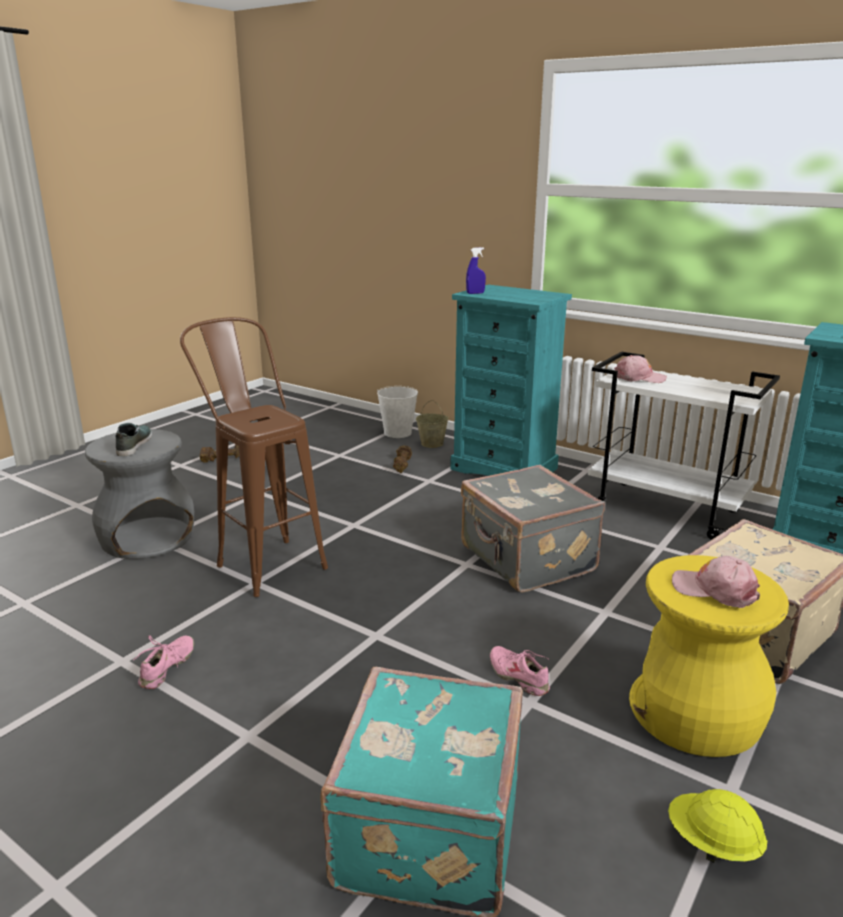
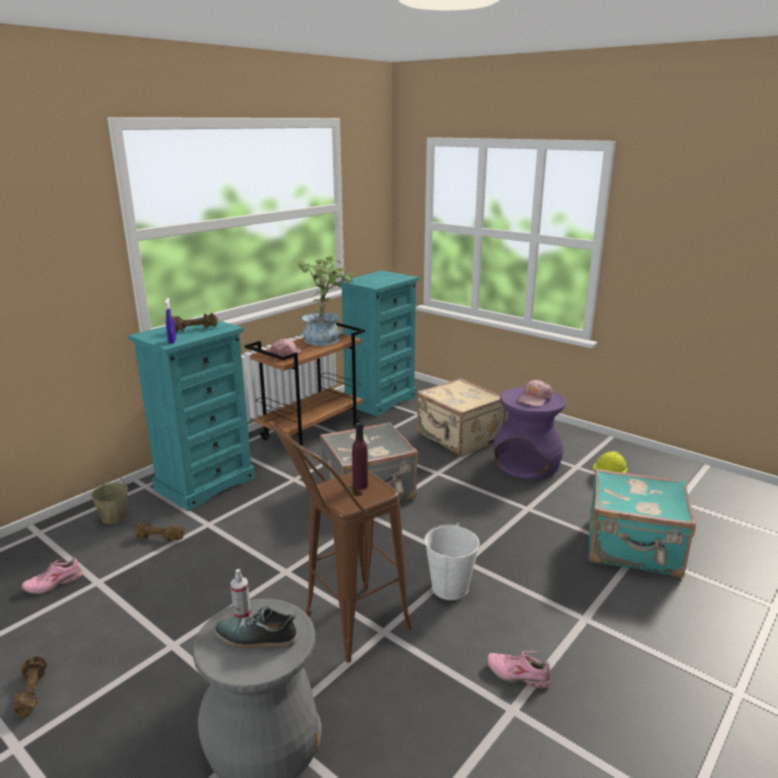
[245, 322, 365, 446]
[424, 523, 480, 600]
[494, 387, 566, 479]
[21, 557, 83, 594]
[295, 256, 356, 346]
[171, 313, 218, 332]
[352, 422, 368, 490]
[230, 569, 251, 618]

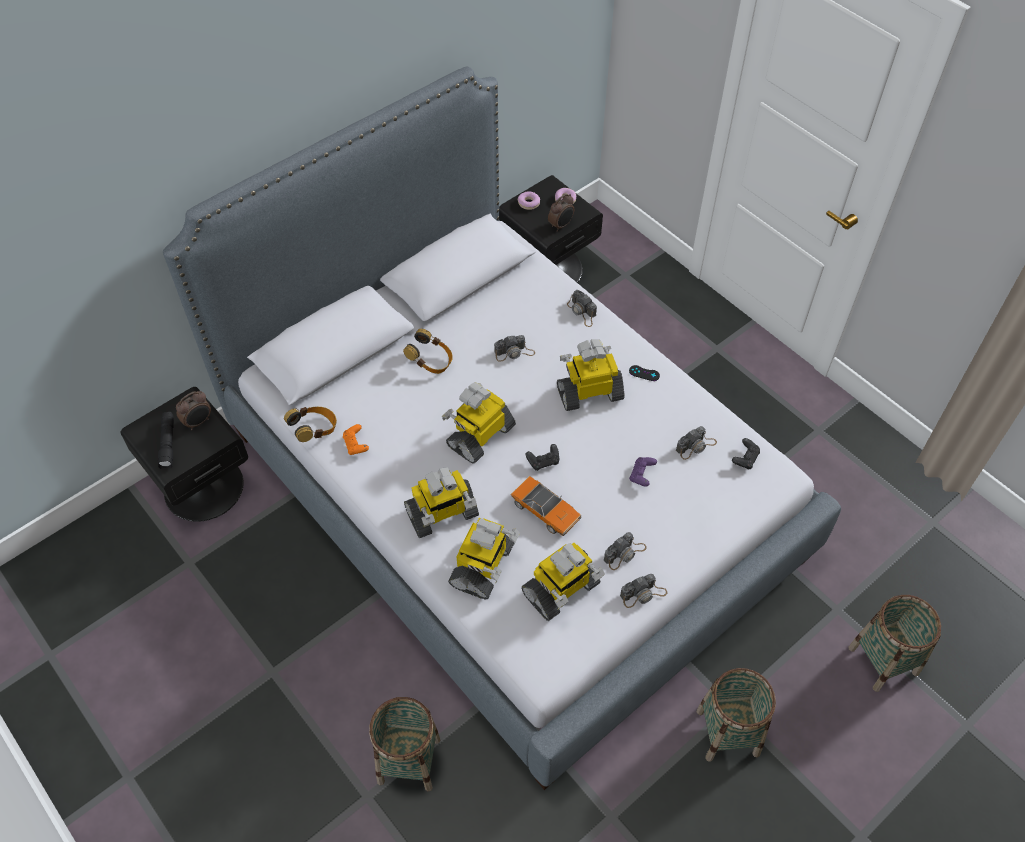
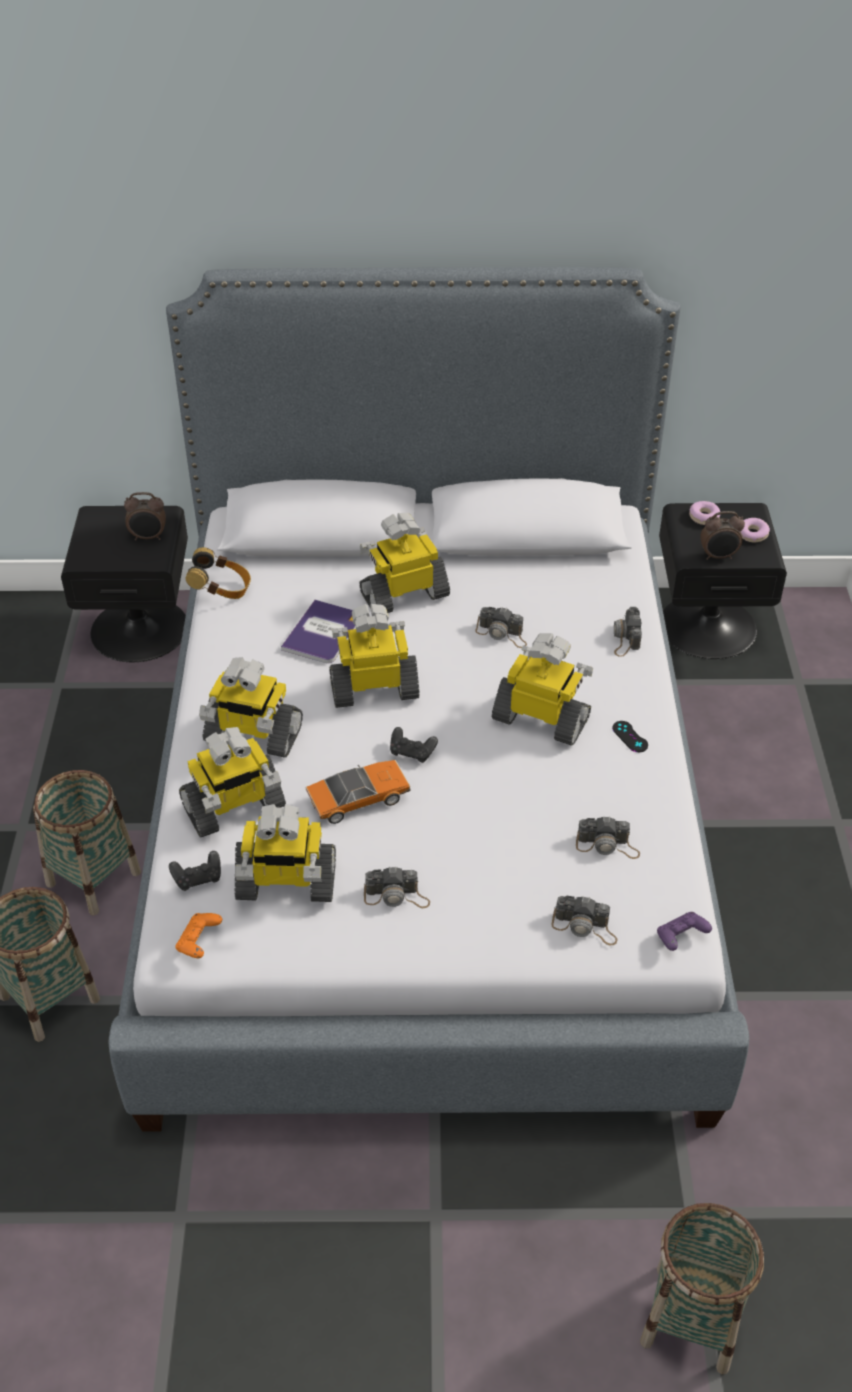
[359, 513, 450, 613]
[158, 412, 174, 469] (first image)
[175, 913, 222, 958]
[169, 851, 221, 891]
[657, 912, 712, 951]
[305, 760, 410, 824]
[551, 896, 618, 945]
[33, 770, 141, 915]
[281, 600, 356, 663]

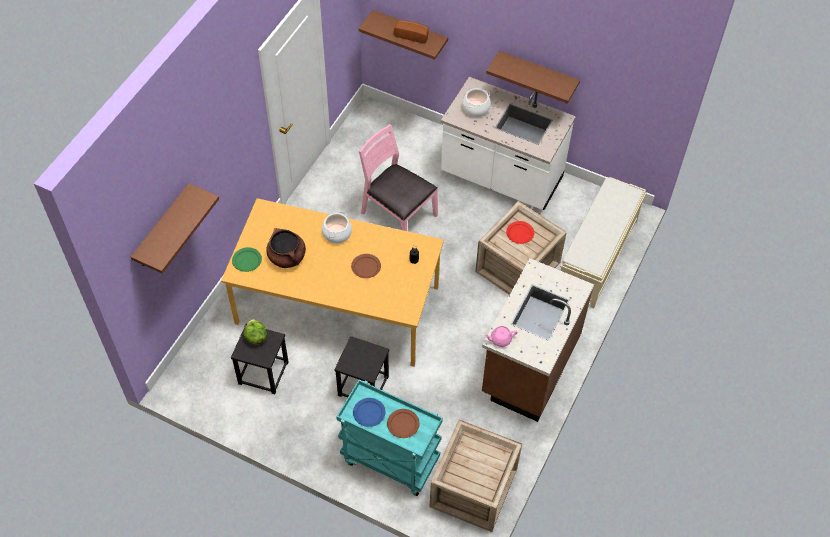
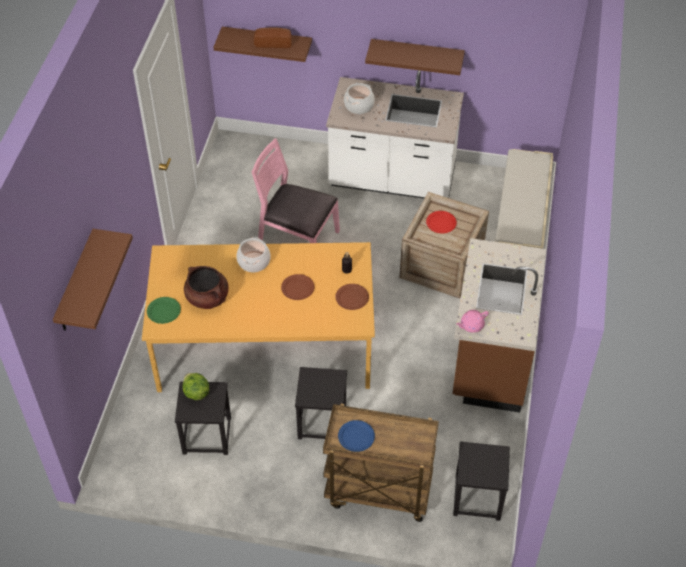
[323, 404, 439, 522]
[335, 284, 369, 310]
[453, 441, 510, 521]

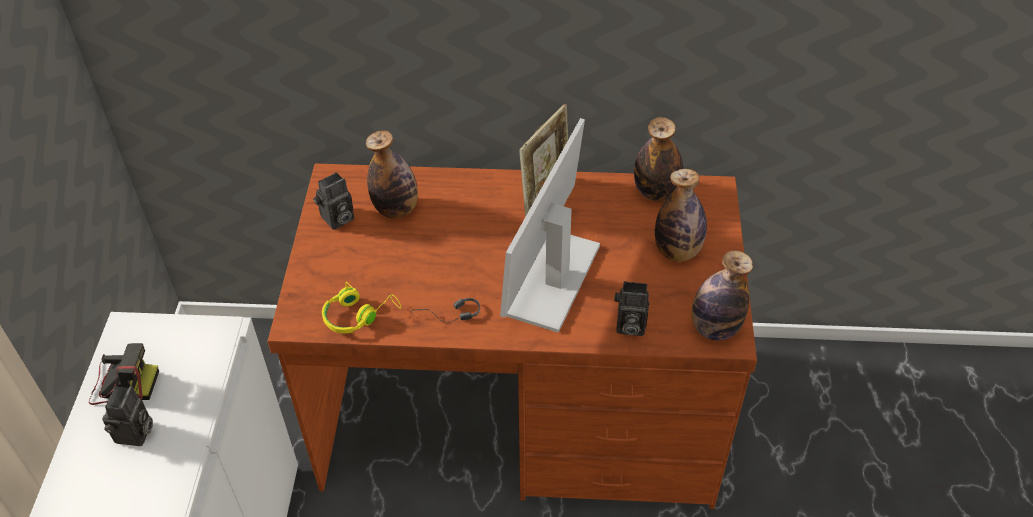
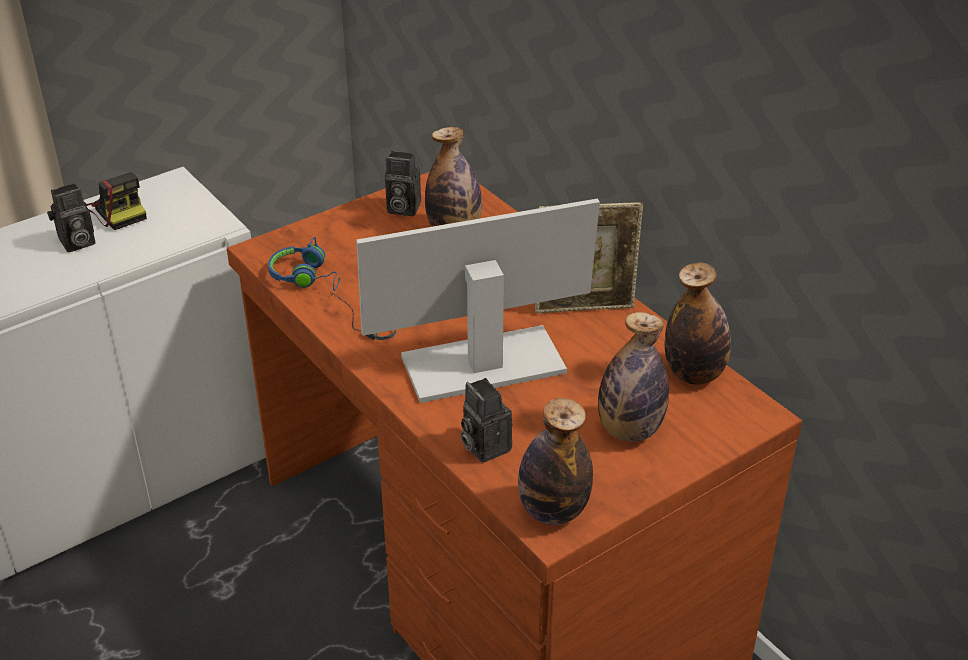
[268, 237, 341, 291]

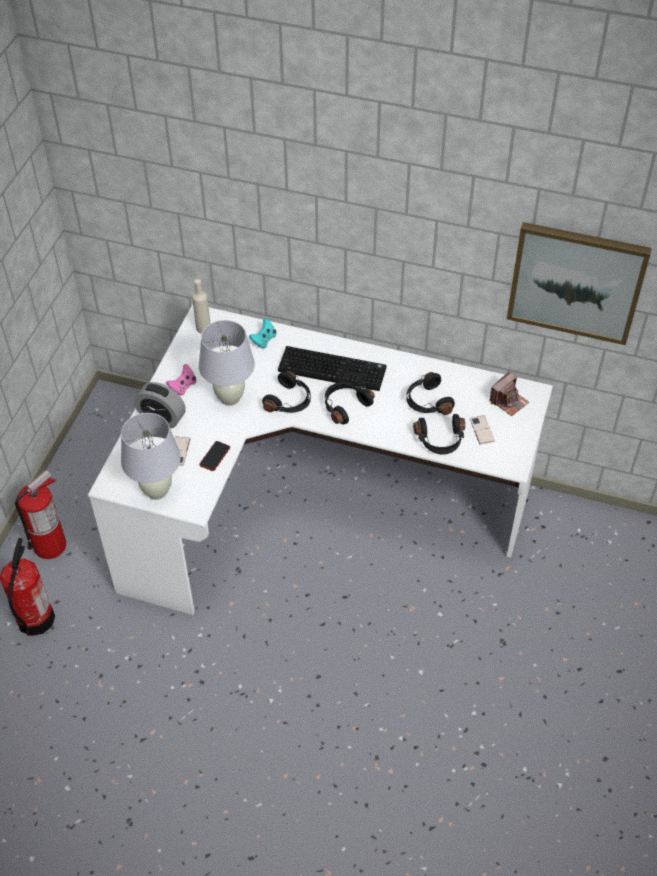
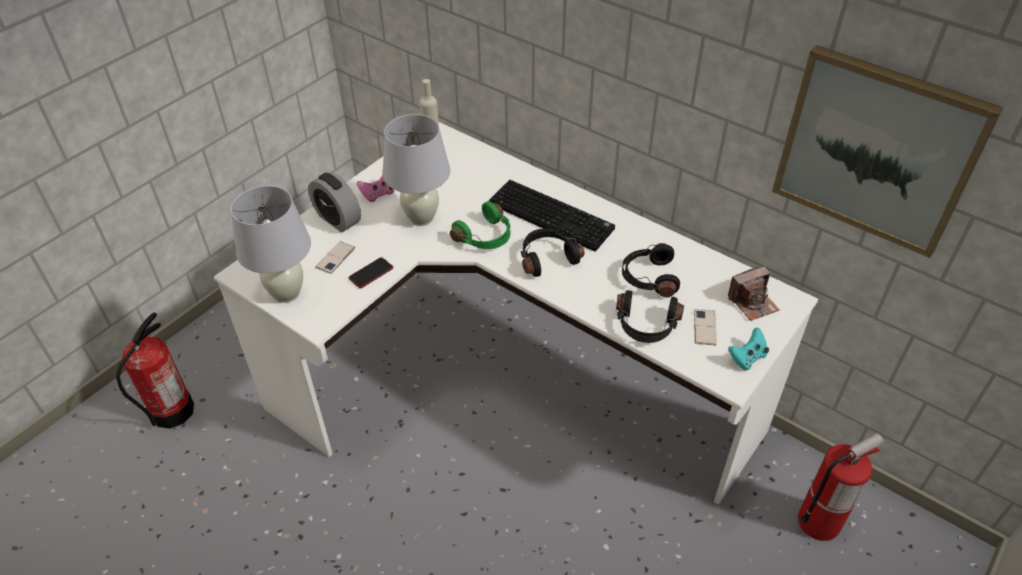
[728, 328, 769, 370]
[450, 201, 510, 249]
[798, 433, 884, 541]

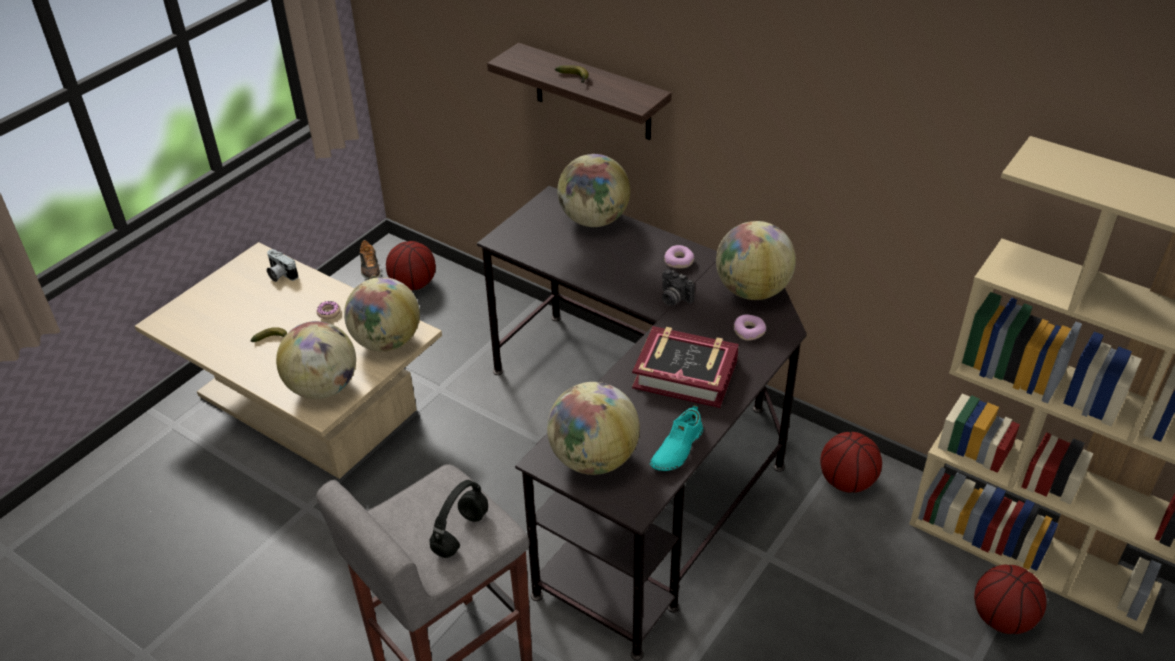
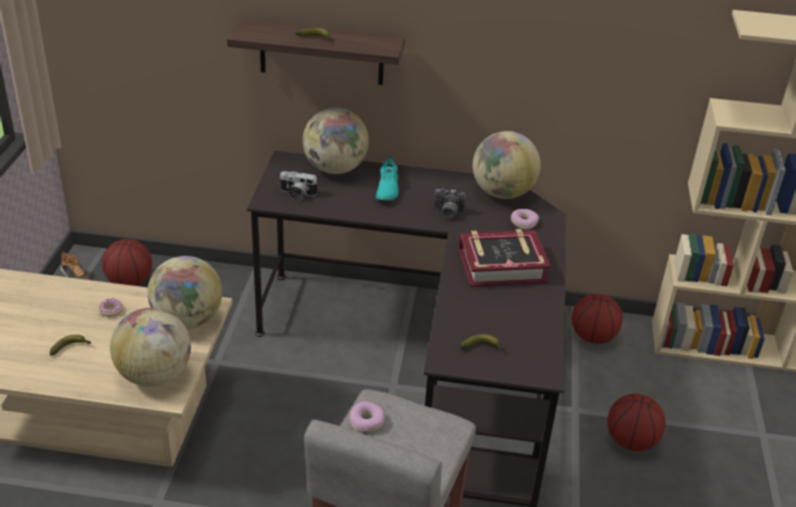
[349, 402, 385, 432]
[279, 171, 318, 201]
[460, 334, 504, 350]
[376, 157, 399, 200]
[430, 480, 488, 558] (first image)
[607, 394, 665, 451]

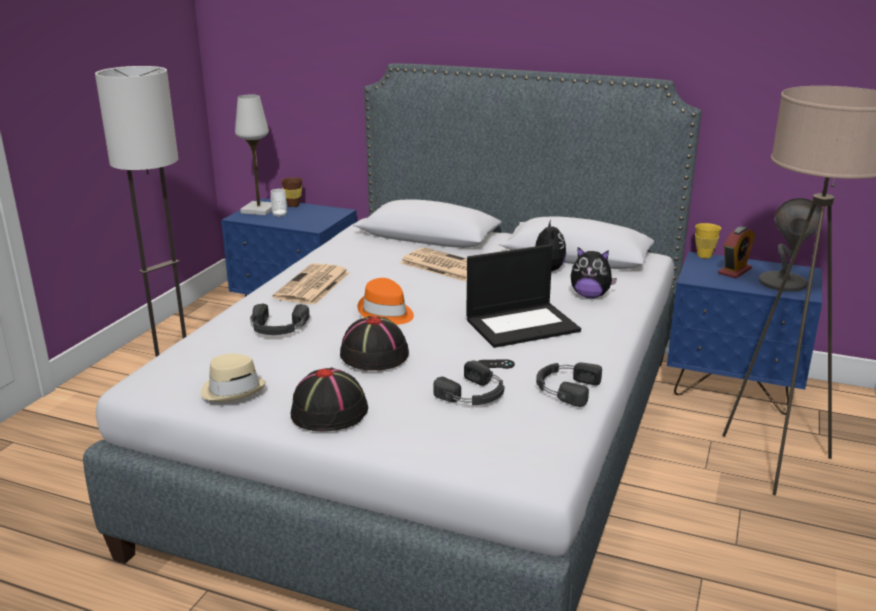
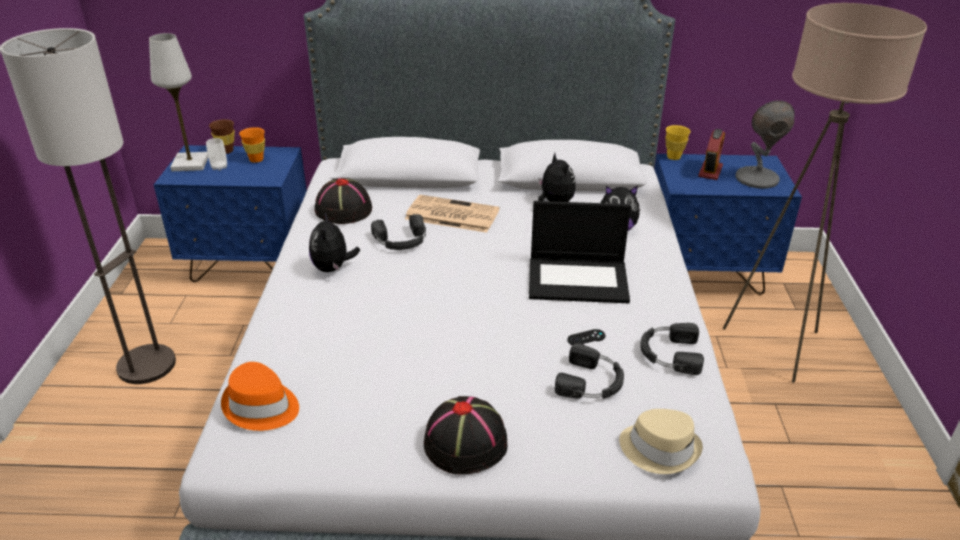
[529, 201, 631, 303]
[309, 212, 360, 272]
[221, 362, 299, 431]
[371, 214, 426, 250]
[315, 178, 372, 224]
[619, 409, 703, 474]
[239, 127, 265, 163]

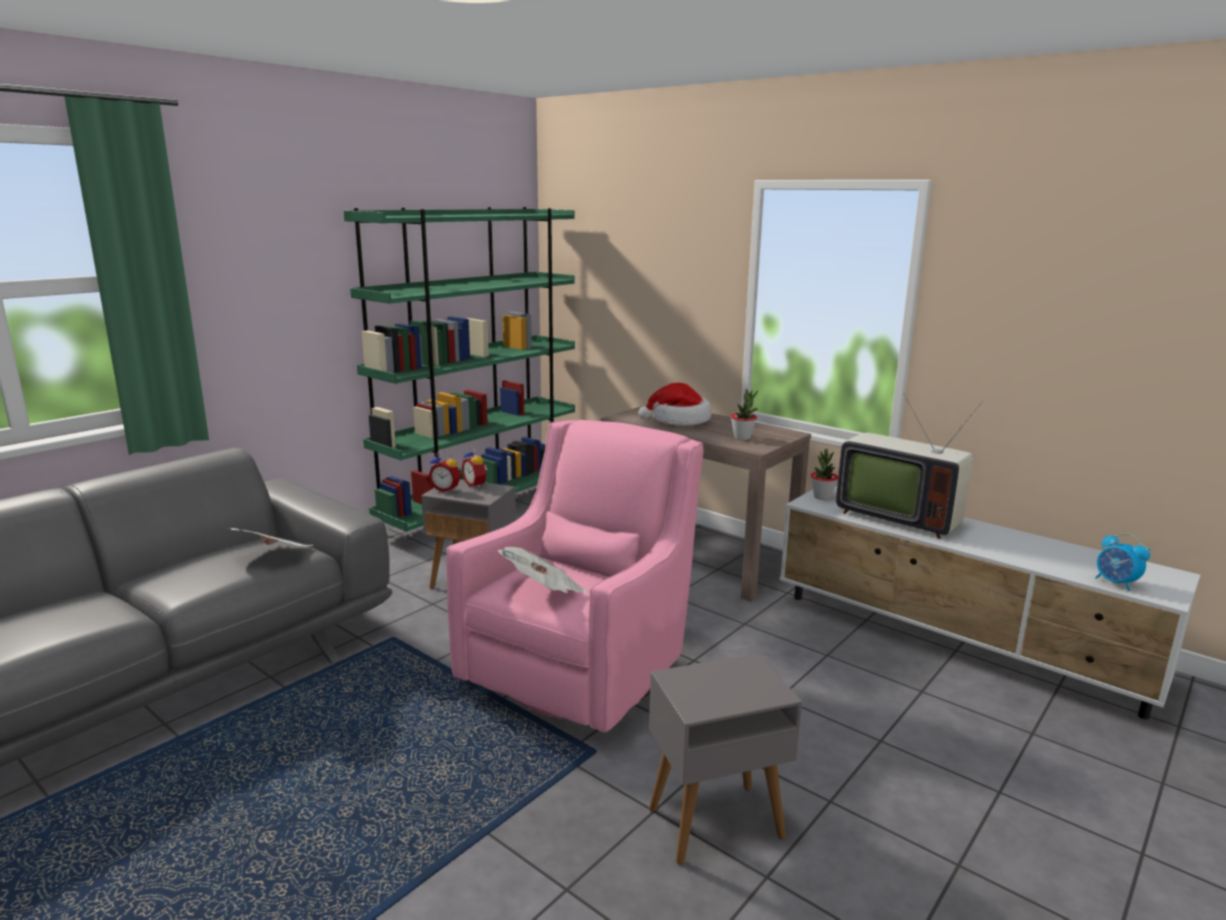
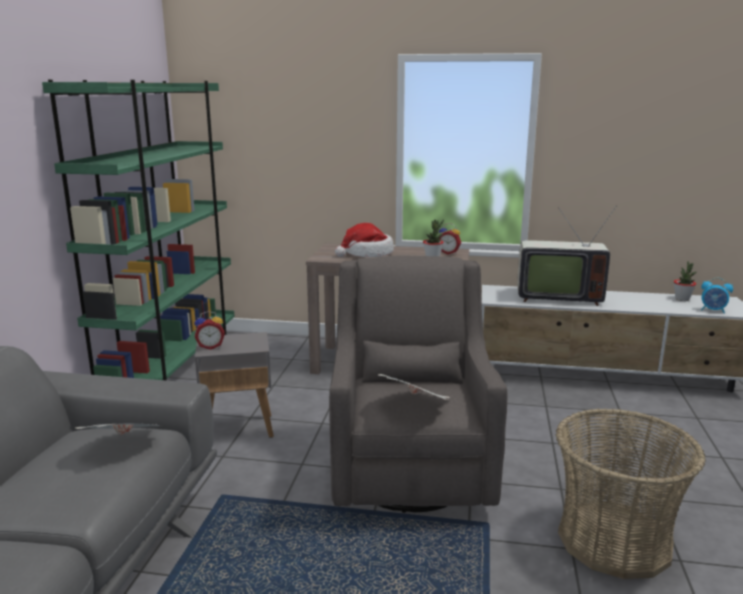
[329, 255, 507, 513]
[439, 223, 461, 255]
[674, 261, 697, 301]
[555, 408, 706, 579]

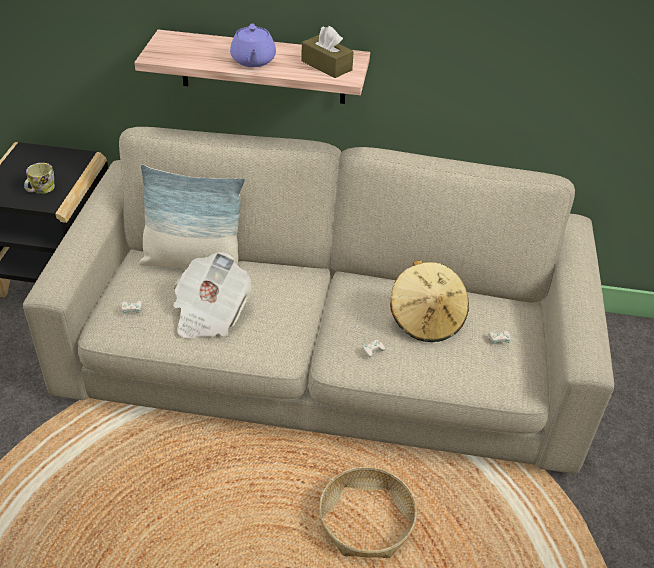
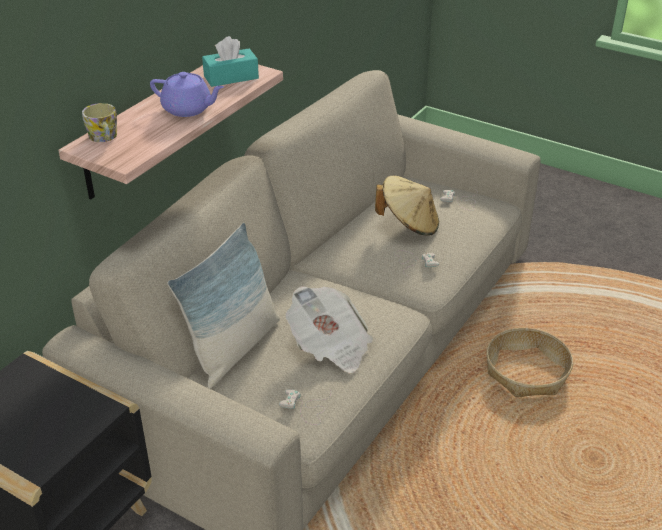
[202, 36, 259, 87]
[82, 103, 117, 142]

